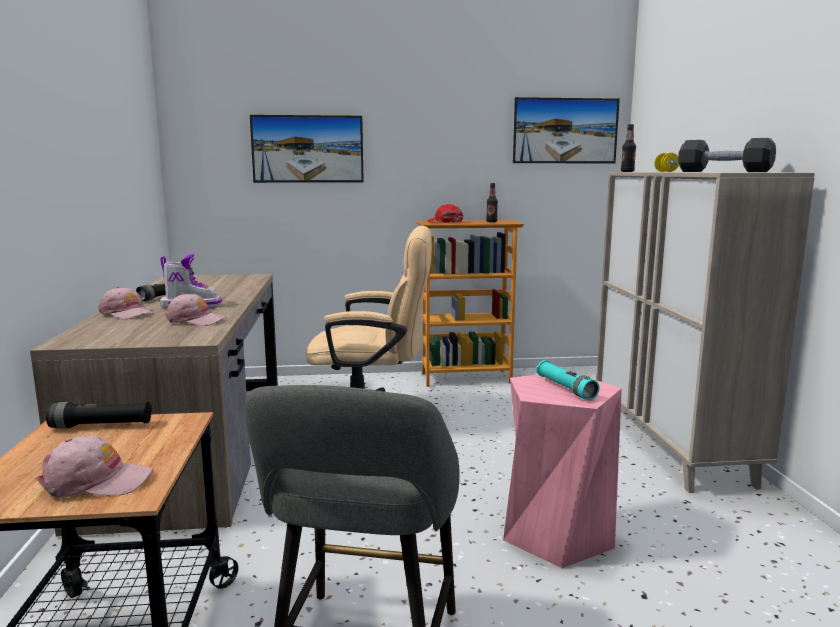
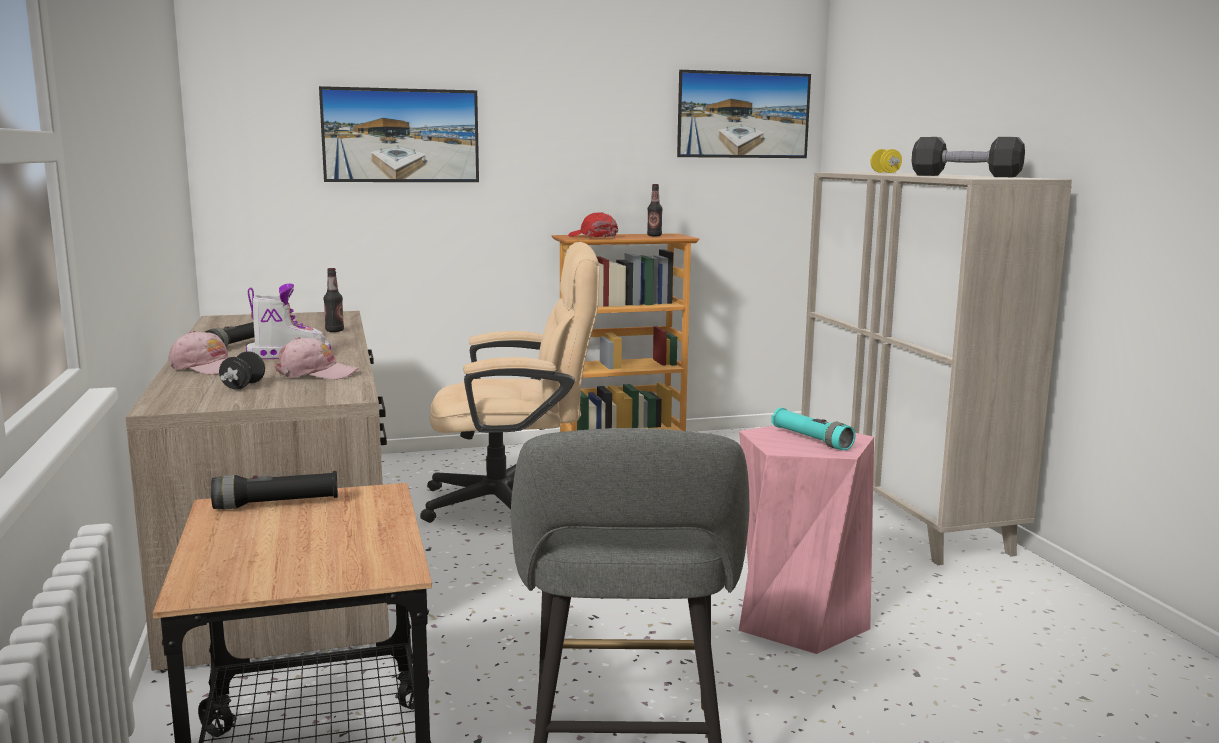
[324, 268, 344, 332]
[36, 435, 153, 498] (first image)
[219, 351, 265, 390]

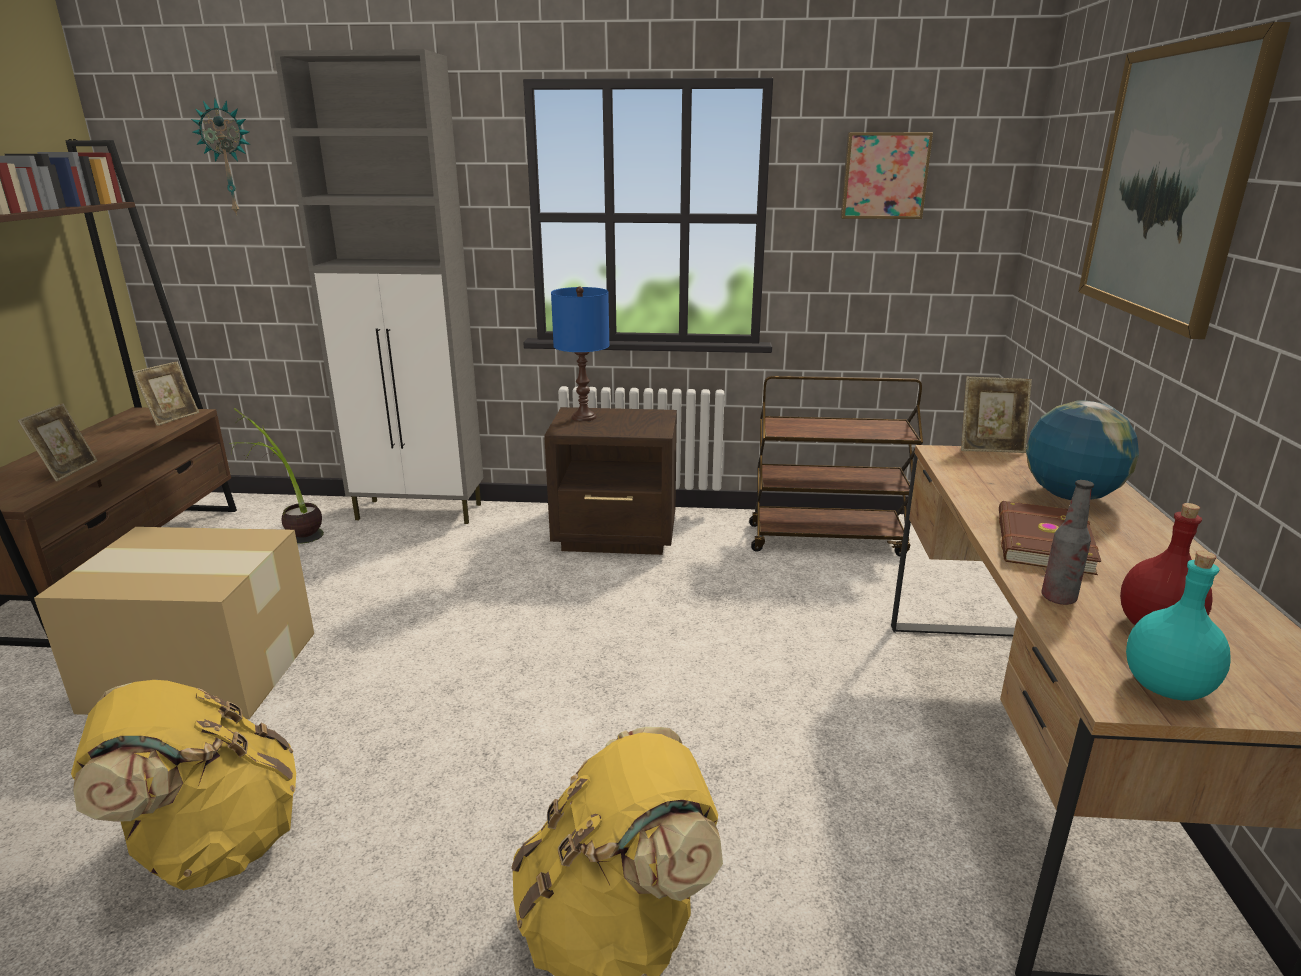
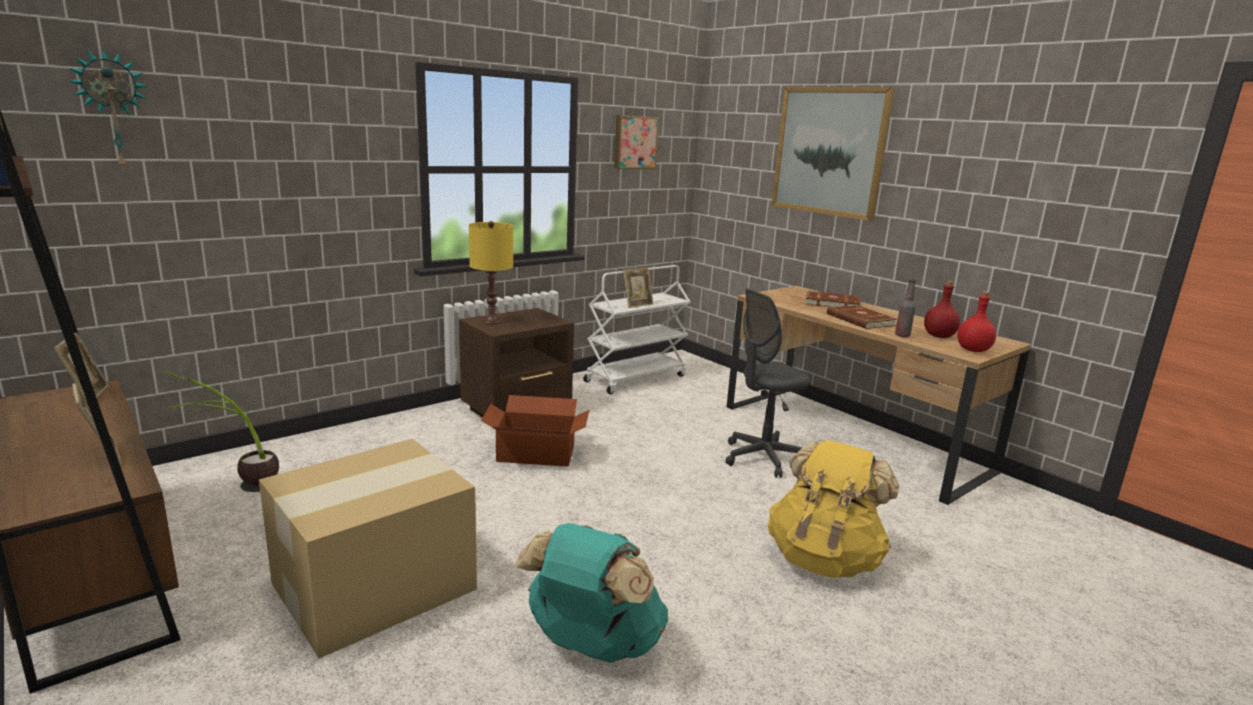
[274, 49, 483, 524] (first image)
[469, 221, 513, 325]
[583, 265, 690, 394]
[623, 268, 654, 308]
[805, 291, 860, 307]
[957, 291, 996, 352]
[515, 523, 668, 663]
[726, 288, 810, 478]
[481, 395, 589, 467]

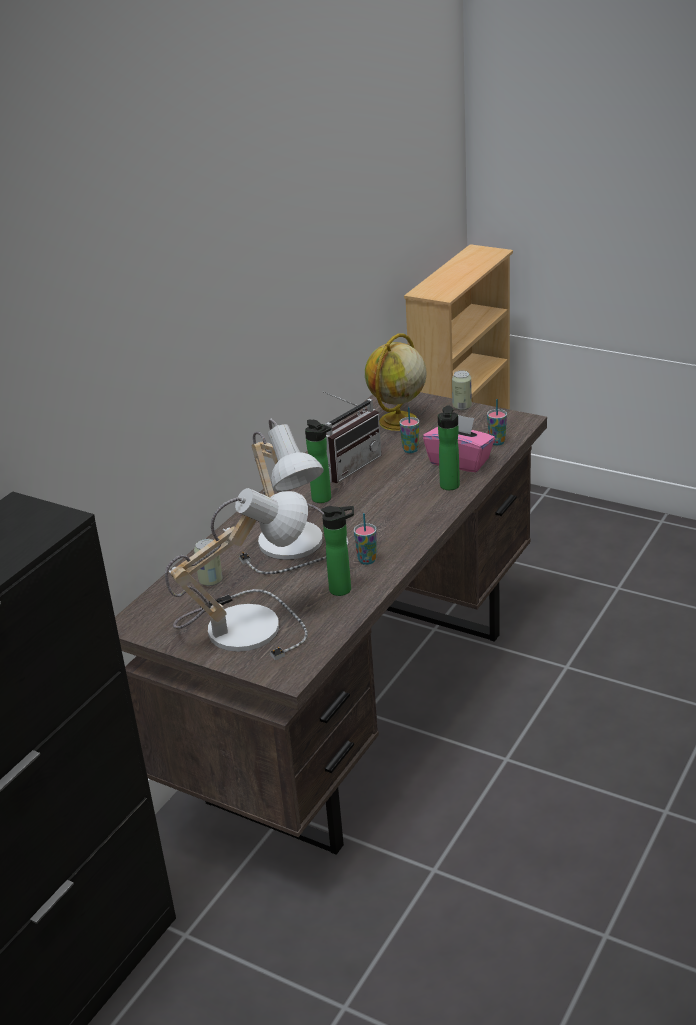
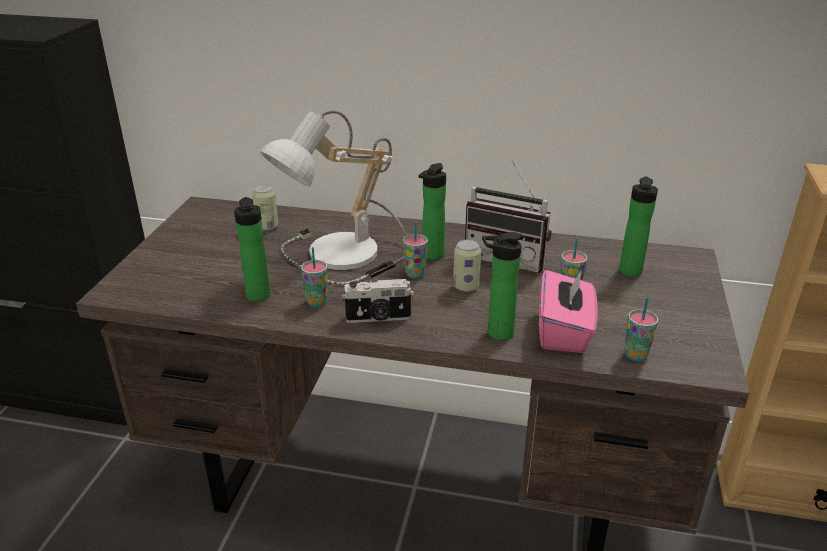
[619, 176, 658, 277]
[453, 240, 481, 292]
[165, 488, 308, 660] (first image)
[403, 221, 428, 278]
[342, 279, 414, 323]

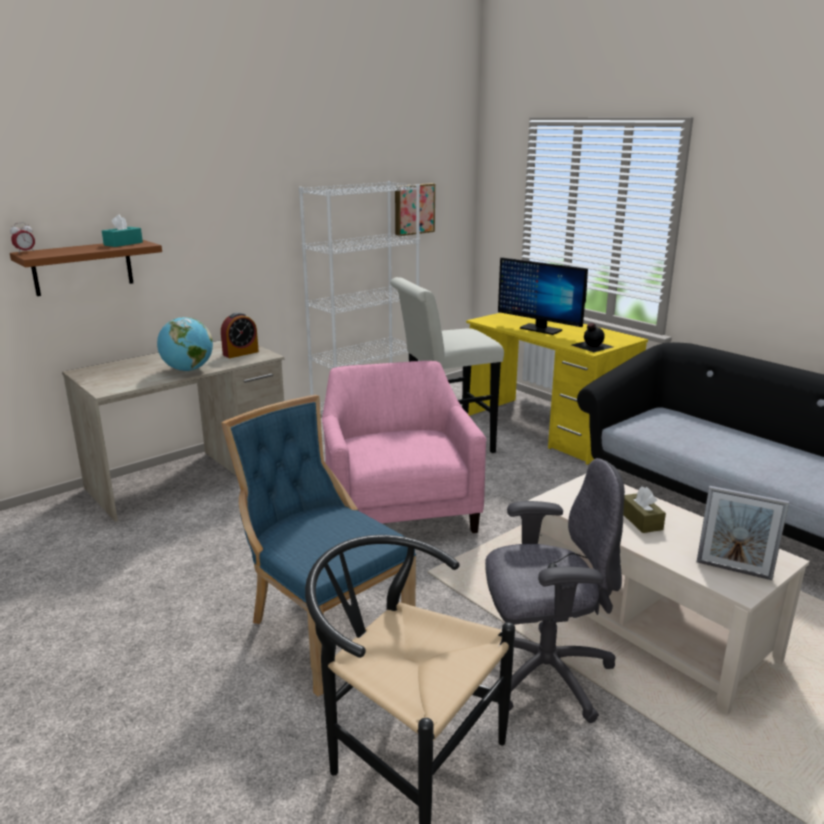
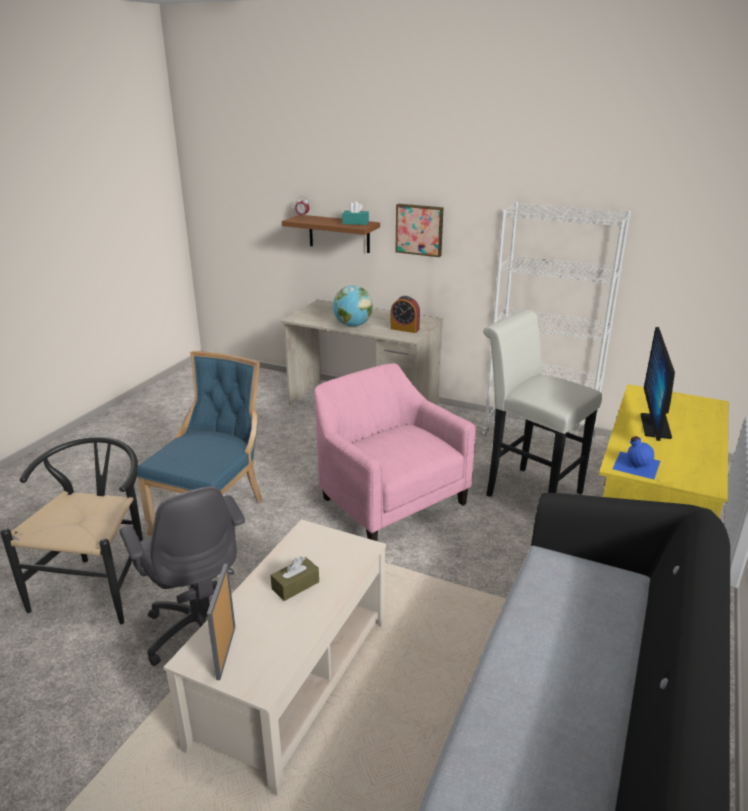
[395, 204, 444, 257]
[612, 436, 660, 480]
[314, 363, 476, 541]

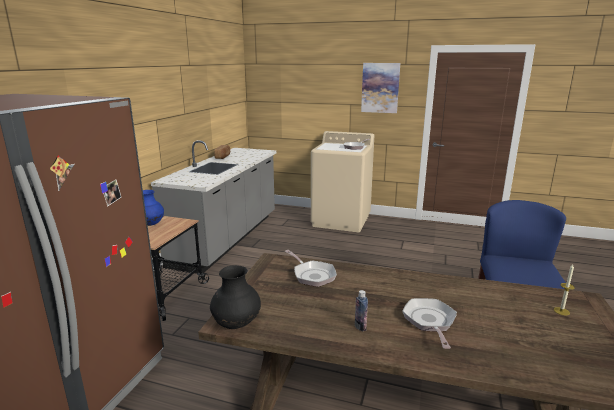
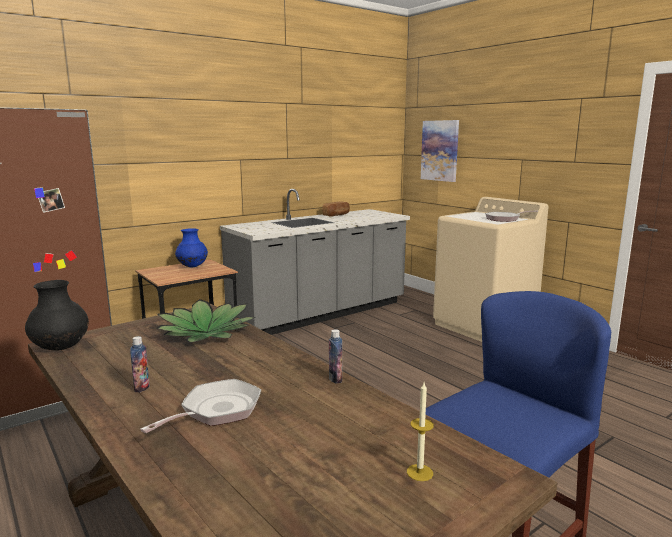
[421, 120, 459, 182]
[157, 299, 256, 343]
[329, 329, 342, 384]

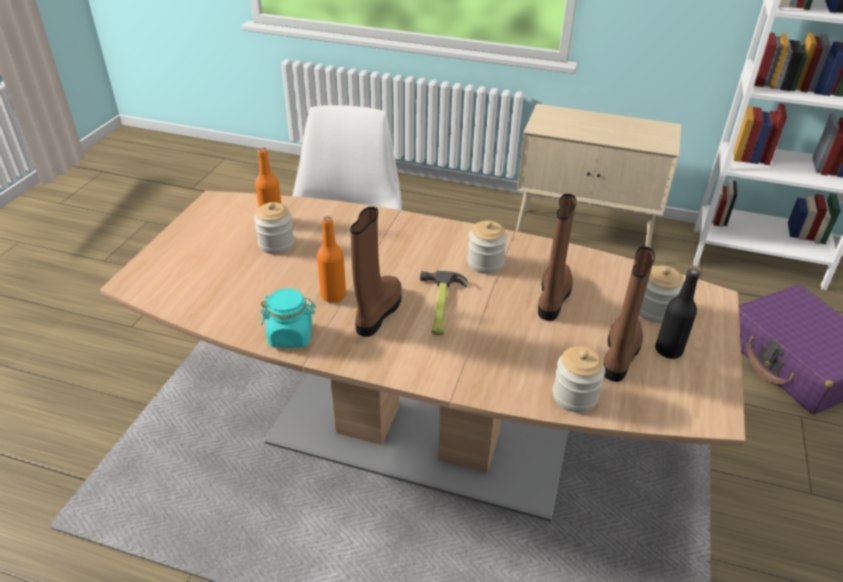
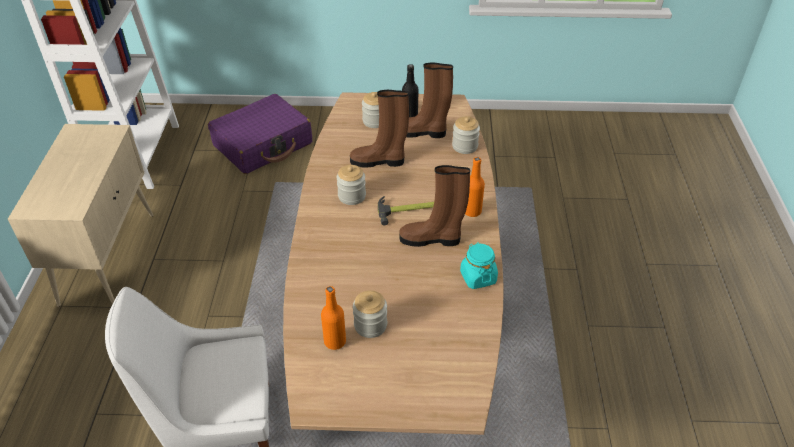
[465, 157, 485, 217]

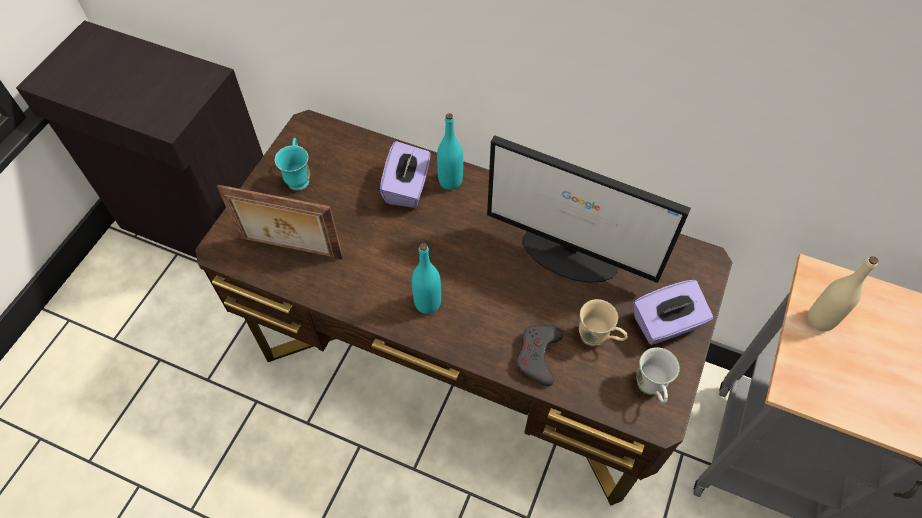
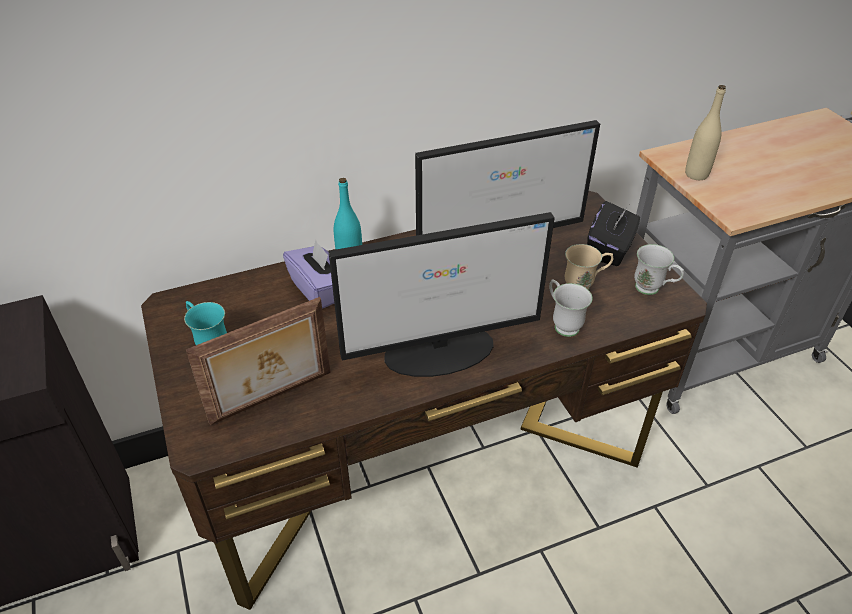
[328, 212, 555, 377]
[587, 201, 640, 266]
[549, 279, 592, 337]

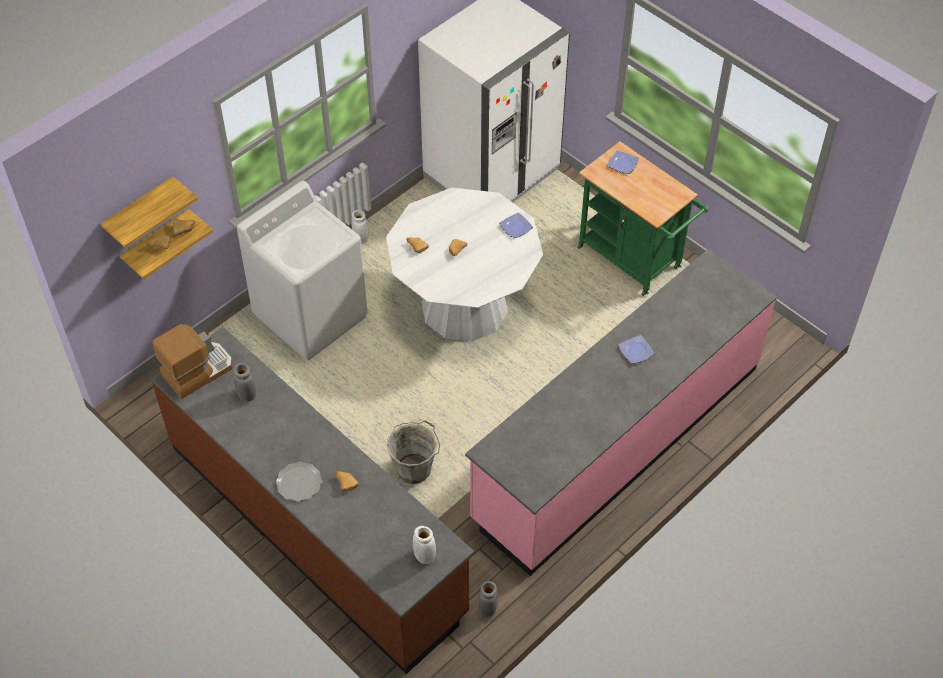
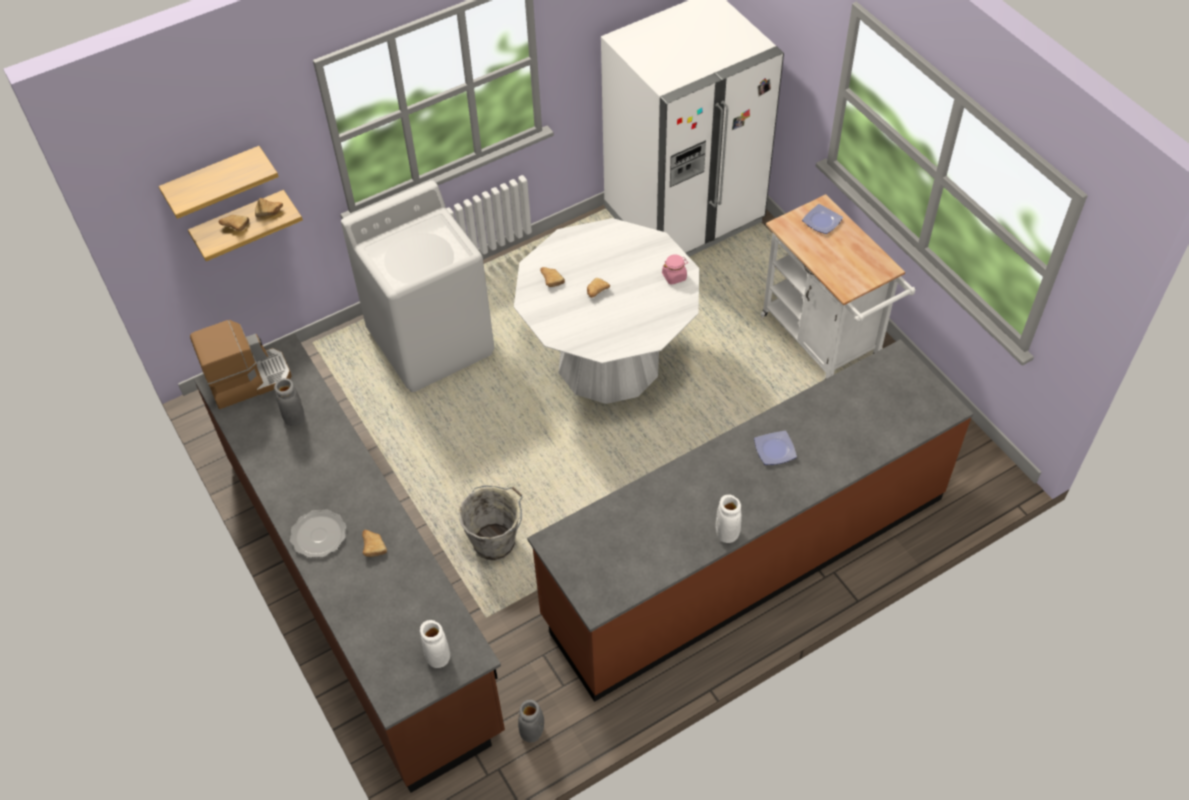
[760, 194, 916, 379]
[716, 495, 742, 543]
[662, 255, 688, 285]
[527, 339, 973, 702]

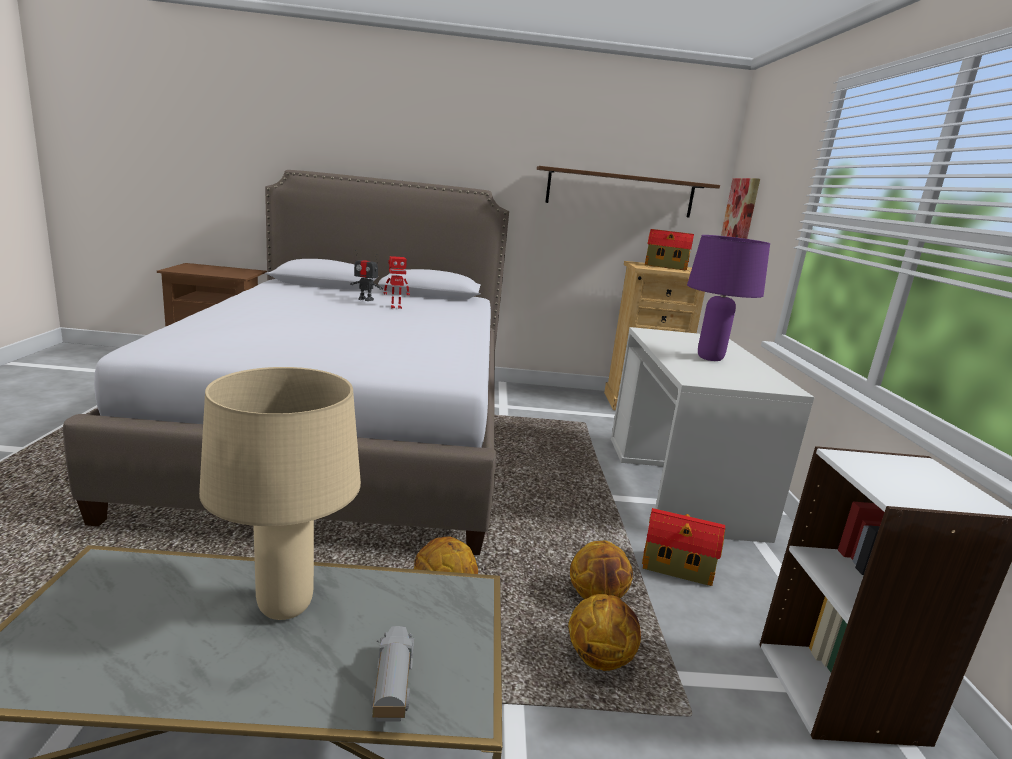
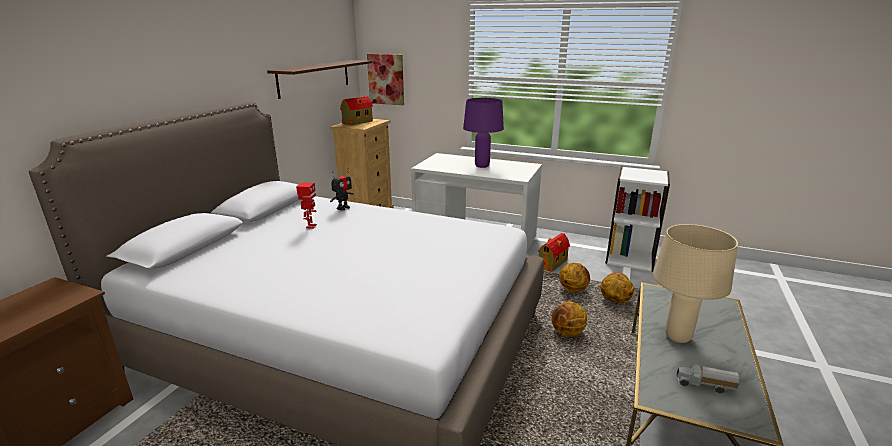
[330, 170, 354, 210]
[676, 364, 739, 393]

